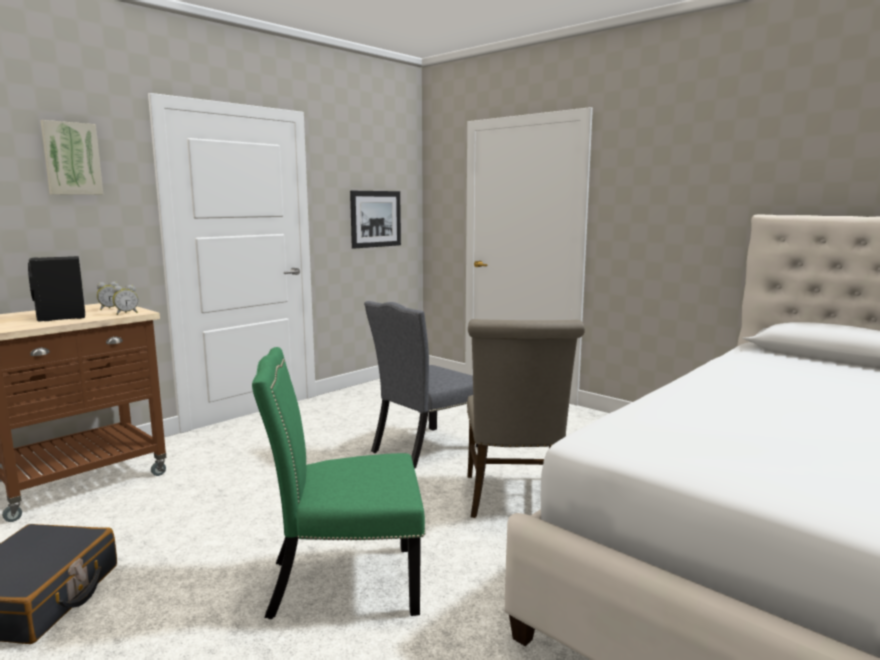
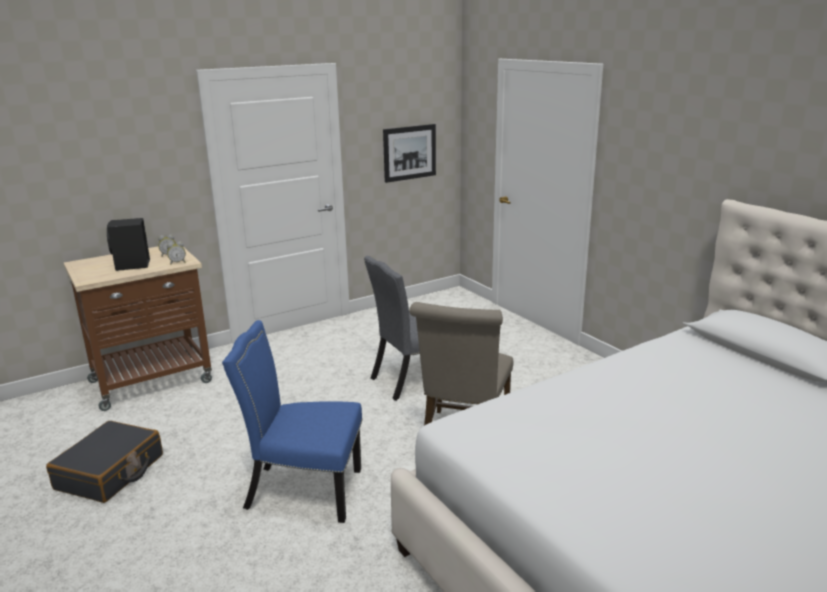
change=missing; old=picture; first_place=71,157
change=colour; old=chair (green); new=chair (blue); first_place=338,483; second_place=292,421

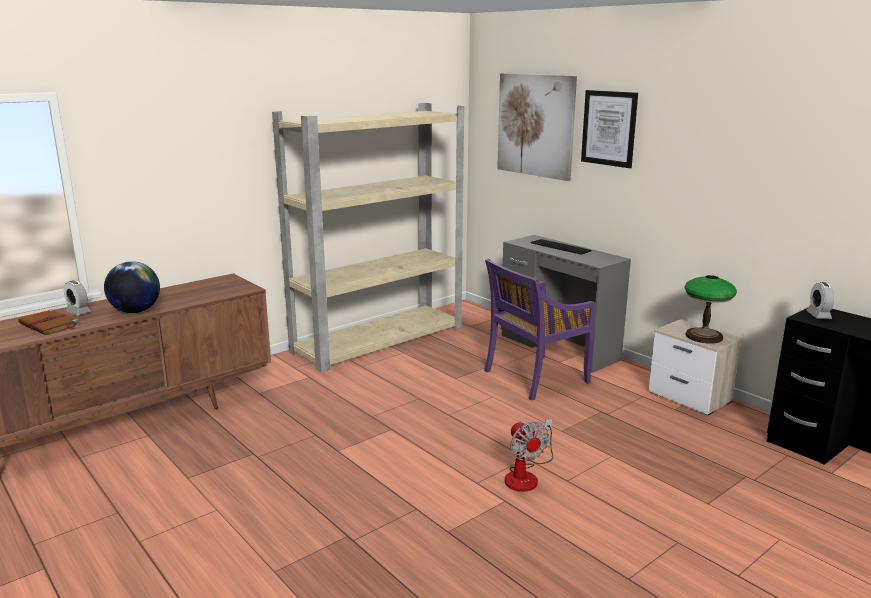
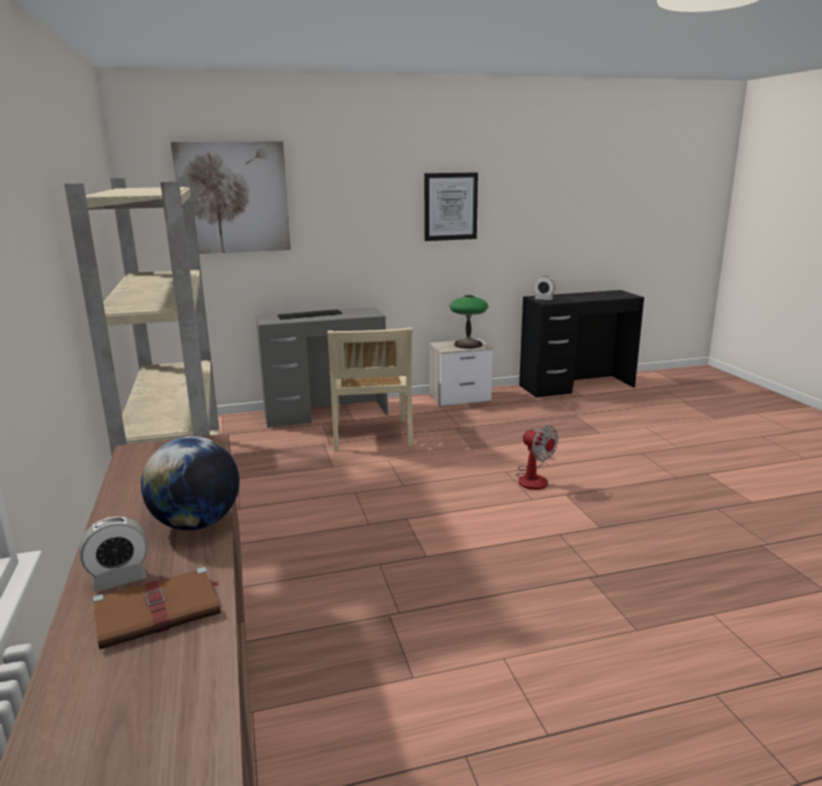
change=colour; old=chair (purple); new=chair (beige); first_place=540,329; second_place=370,389
change=spun; old=fan; first_place=529,455; second_place=537,457; degrees=45
change=relocated; old=picture; first_place=609,129; second_place=451,206

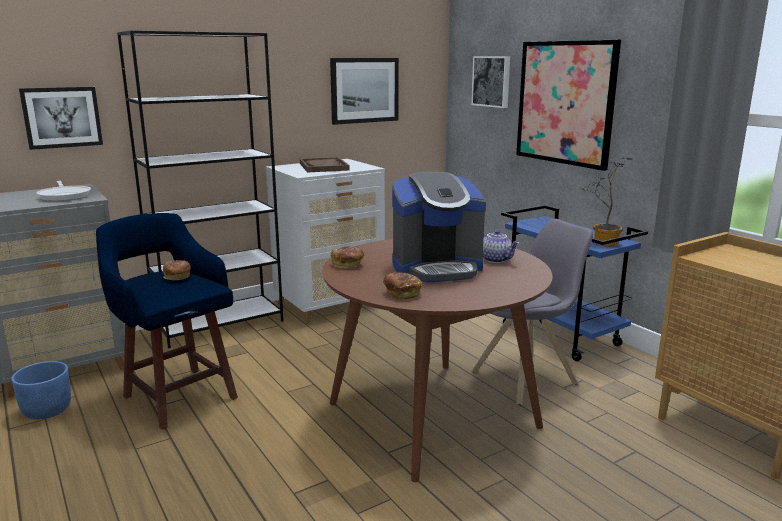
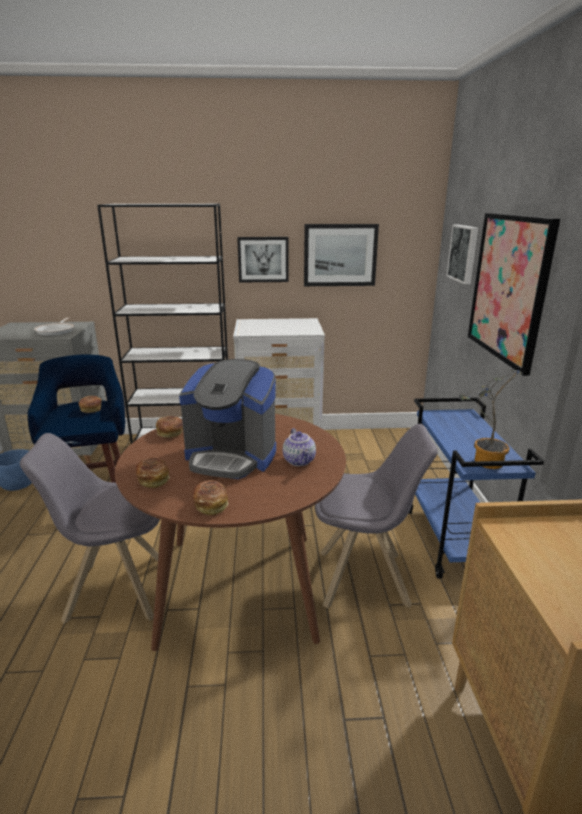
change=relocated; old=picture; first_place=61,118; second_place=263,259
change=missing; old=tray (brown); first_place=324,164
change=appeared; new=chair (grey); second_place=90,528
change=appeared; new=bread; second_place=210,497

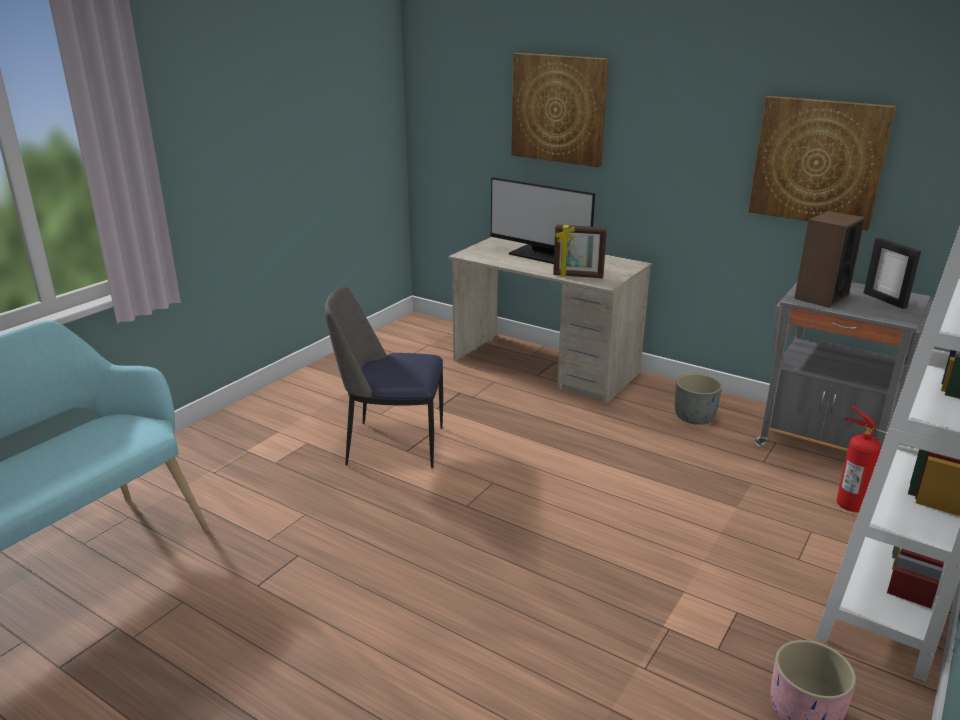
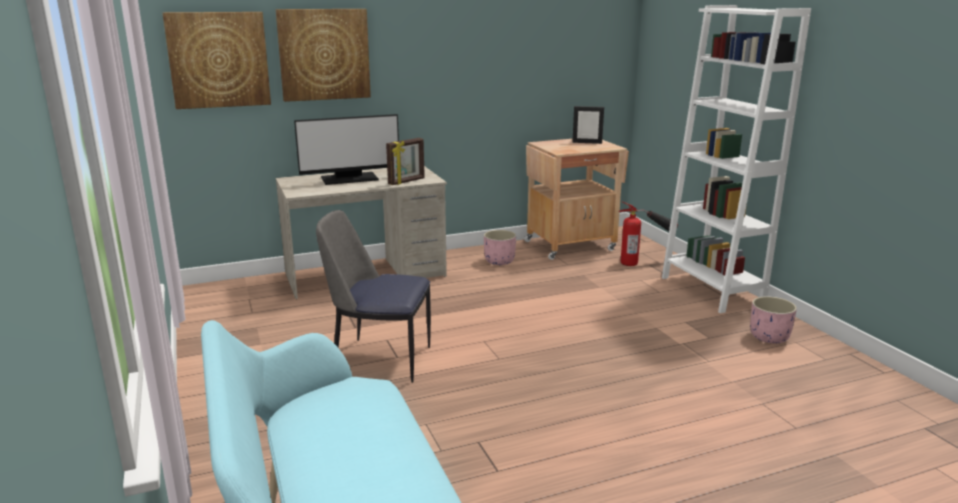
change=spun; old=chair; first_place=384,377; second_place=373,296; degrees=60
change=colour; old=planter (grey); new=planter (pink); first_place=698,399; second_place=500,247
change=relocated; old=picture; first_place=822,163; second_place=217,60
change=colour; old=cart (grey); new=cart (brown); first_place=844,366; second_place=576,199
change=missing; old=speaker; first_place=829,259

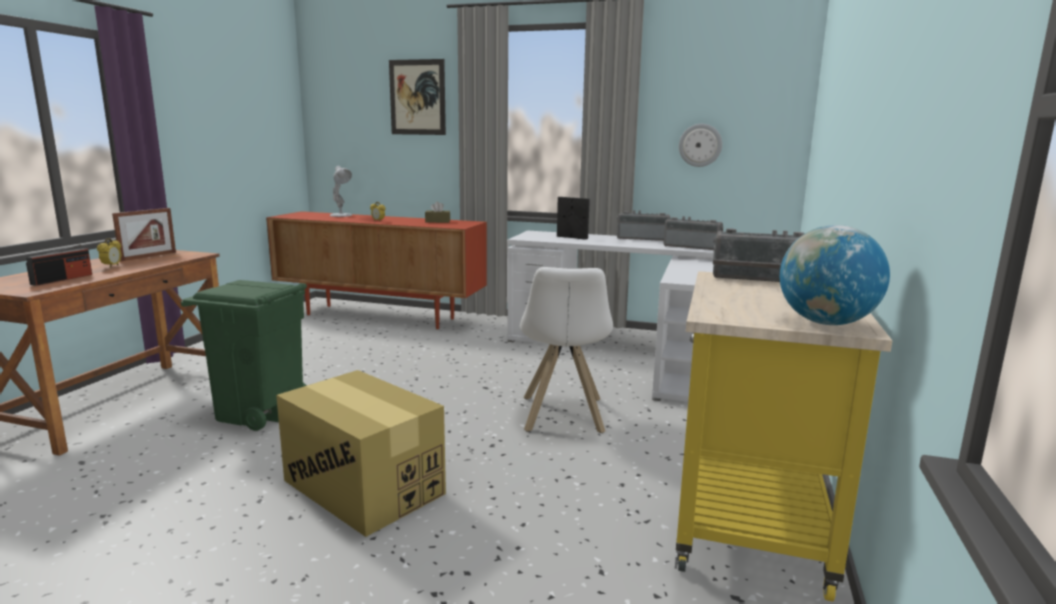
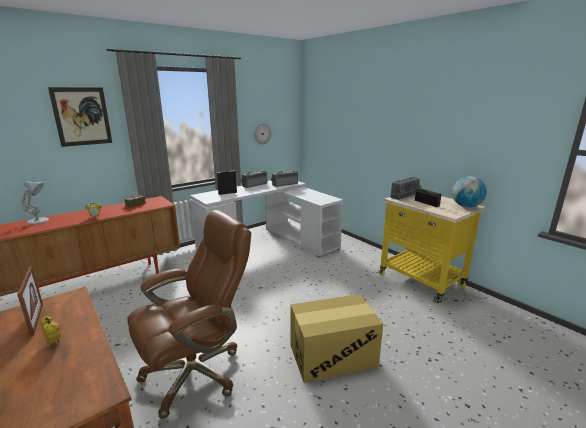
change=relocated; old=radio; first_place=59,265; second_place=428,197
change=exchanged; old=trash can (green); new=office chair (brown); first_place=244,355; second_place=189,314
change=missing; old=chair (white); first_place=566,350

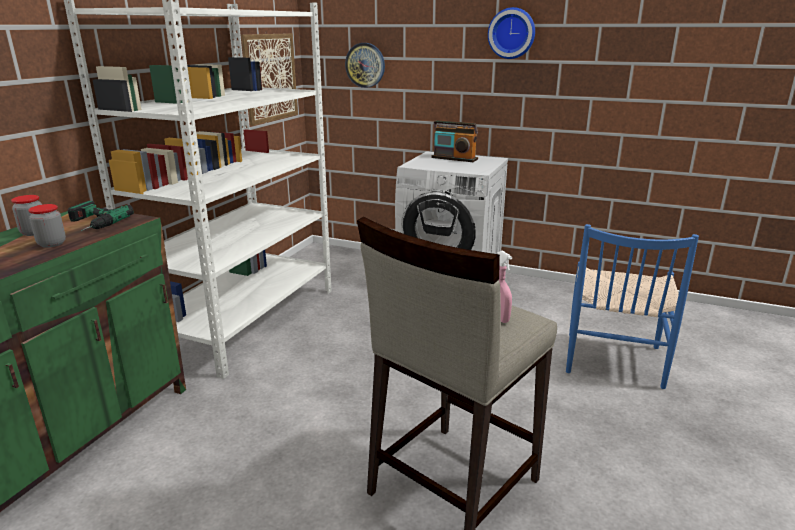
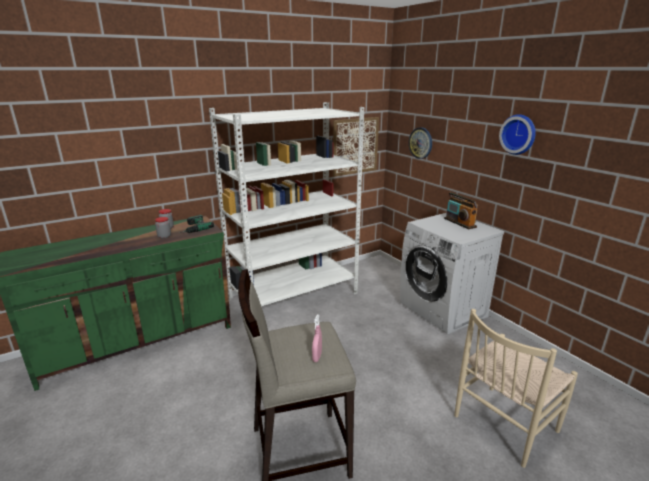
change=colour; old=chair (blue); new=chair (beige); first_place=632,306; second_place=516,388

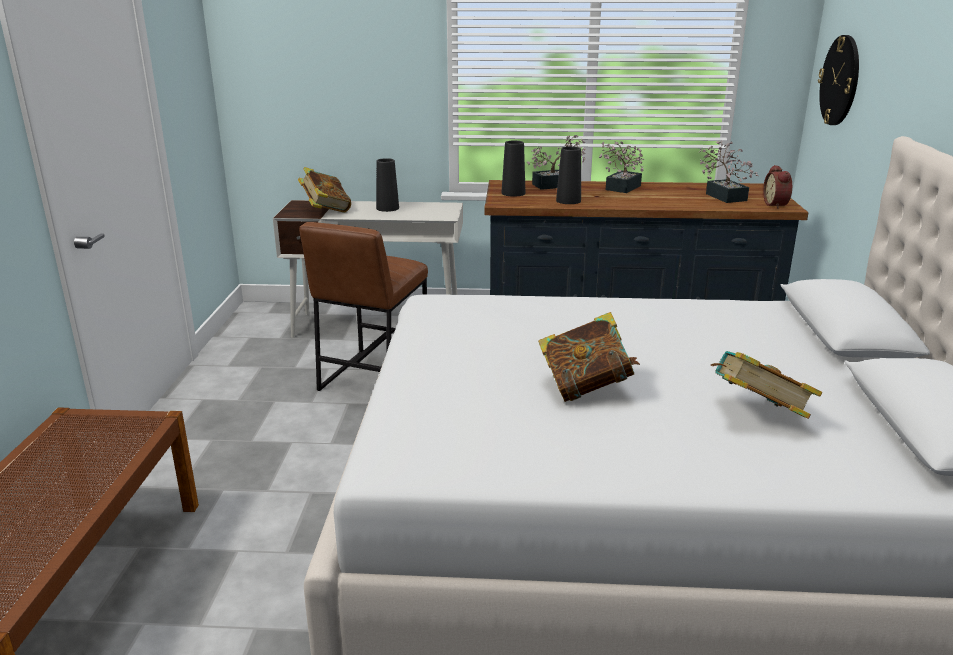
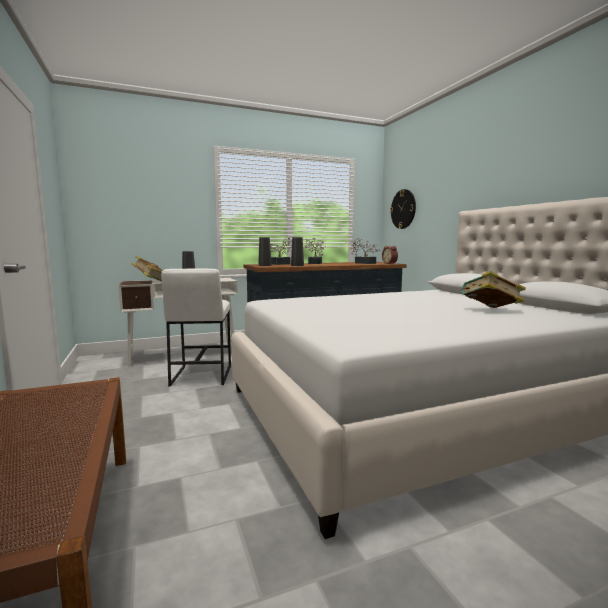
change=colour; old=chair (brown); new=chair (white); first_place=363,306; second_place=196,328
change=missing; old=book; first_place=589,357

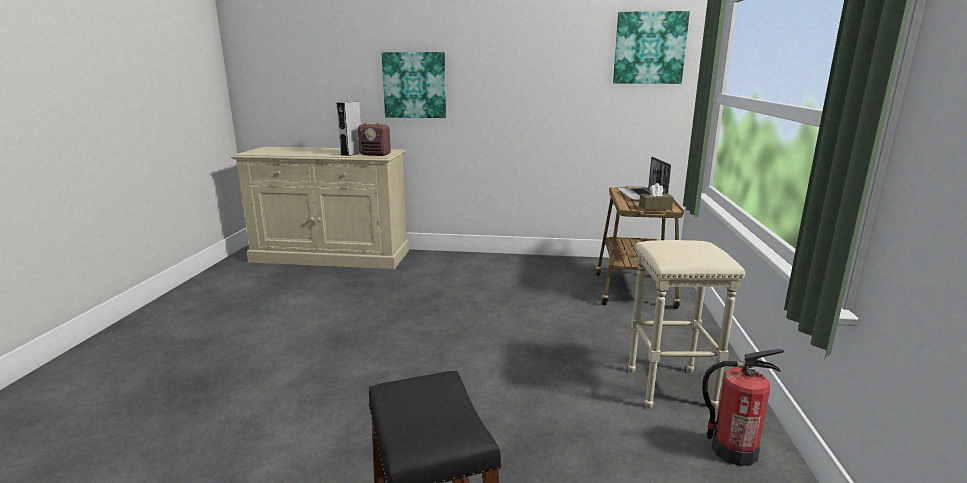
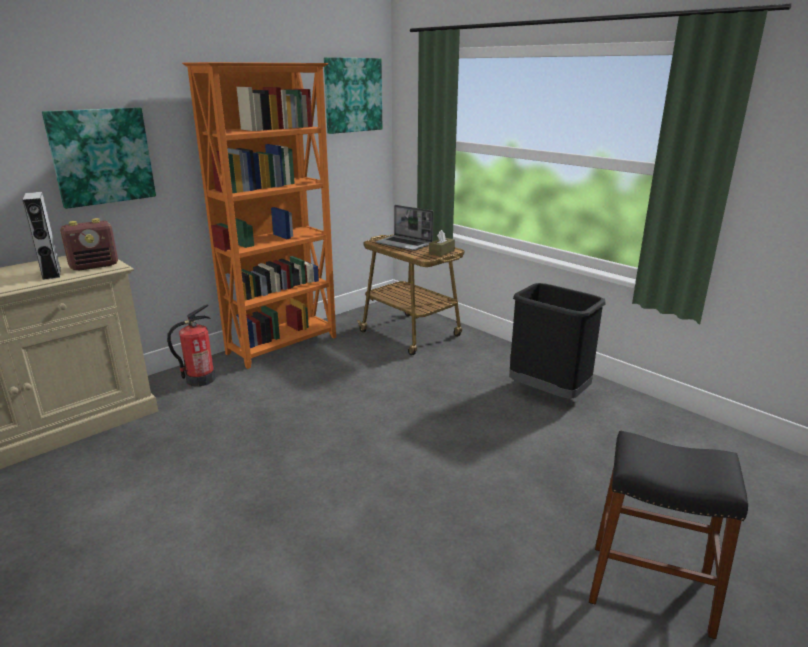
change=exchanged; old=stool (beige); new=trash can (black); first_place=686,324; second_place=557,341
change=relocated; old=fire extinguisher; first_place=743,407; second_place=191,346
change=appeared; new=bookcase (orange); second_place=259,215

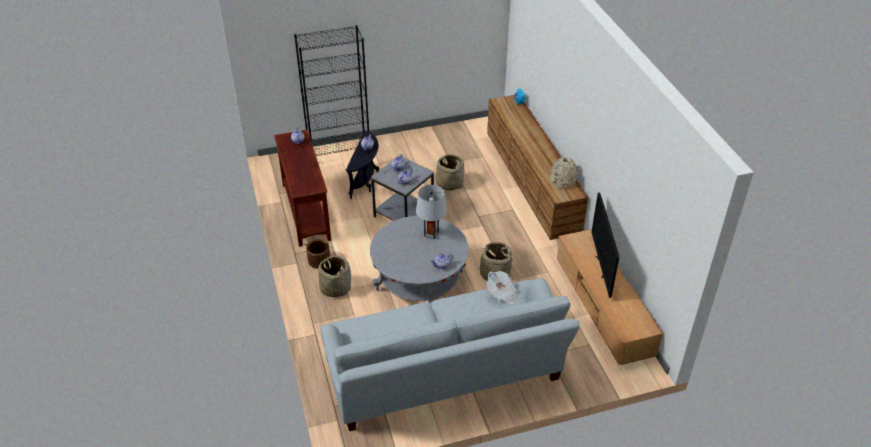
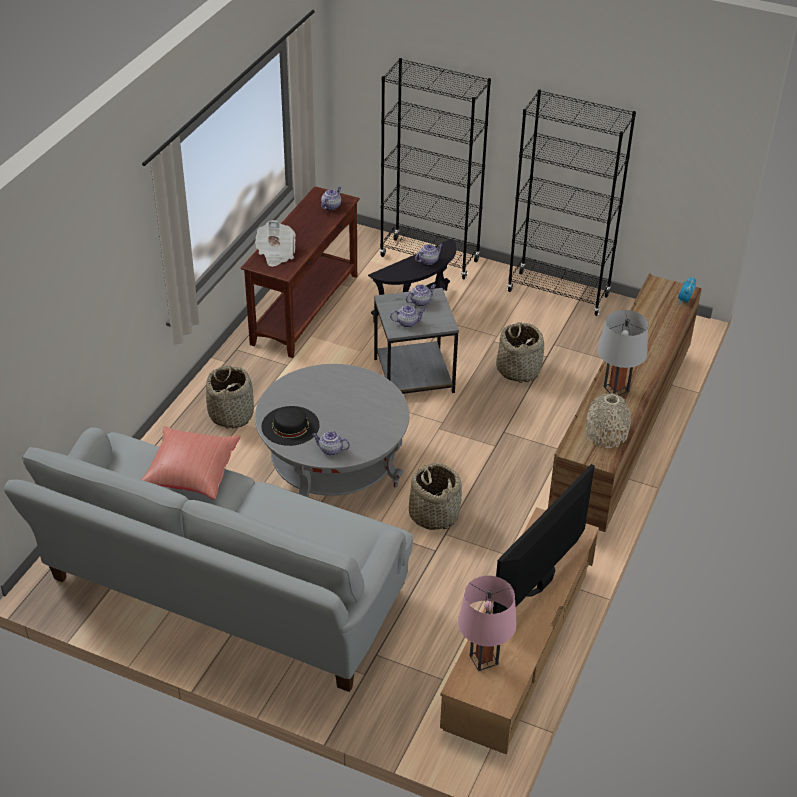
change=missing; old=planter (brown); first_place=318,254
change=relocated; old=table lamp (grey); first_place=431,212; second_place=623,352
change=relocated; old=newspaper; first_place=502,287; second_place=275,243
change=appeared; new=pillow (red); second_place=191,463
change=appeared; new=hat (black); second_place=290,426
change=appeared; new=table lamp (pink); second_place=487,623
change=appeared; new=bookcase (black); second_place=571,202

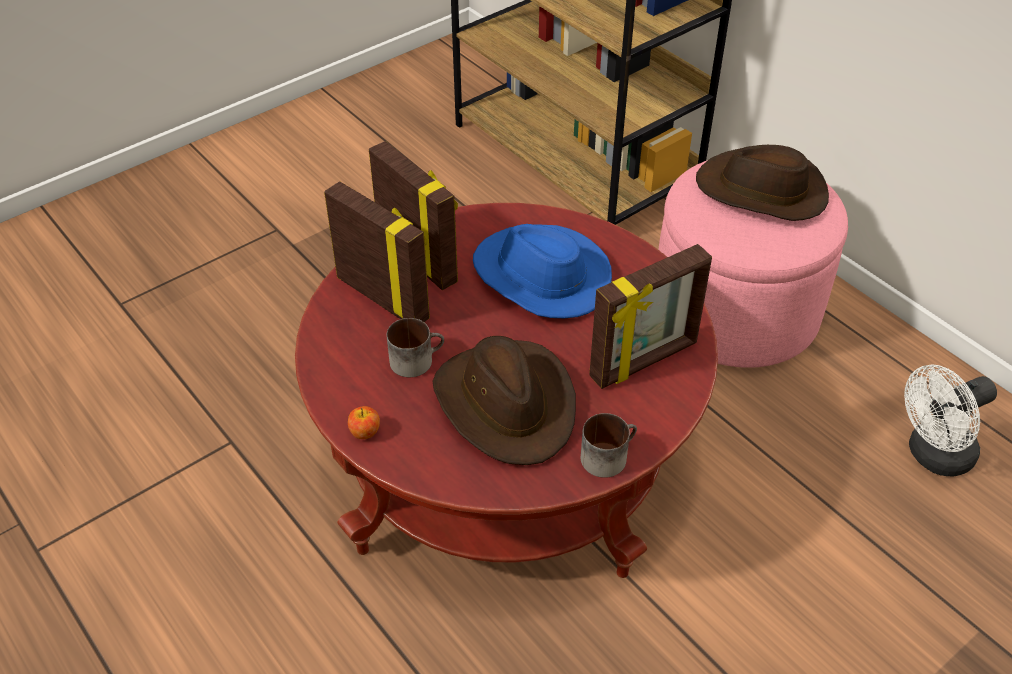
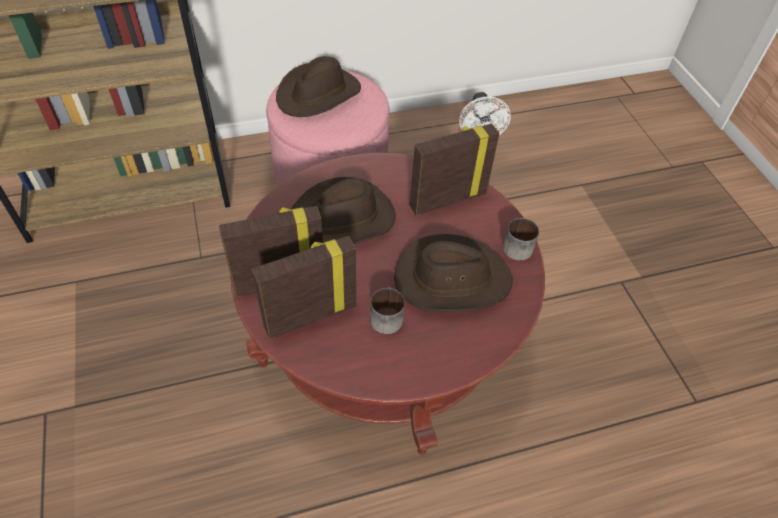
change=missing; old=apple; first_place=364,422
change=colour; old=hat (blue); new=hat (brown); first_place=542,271; second_place=343,210
change=spun; old=picture frame; first_place=650,316; second_place=454,169; degrees=-105

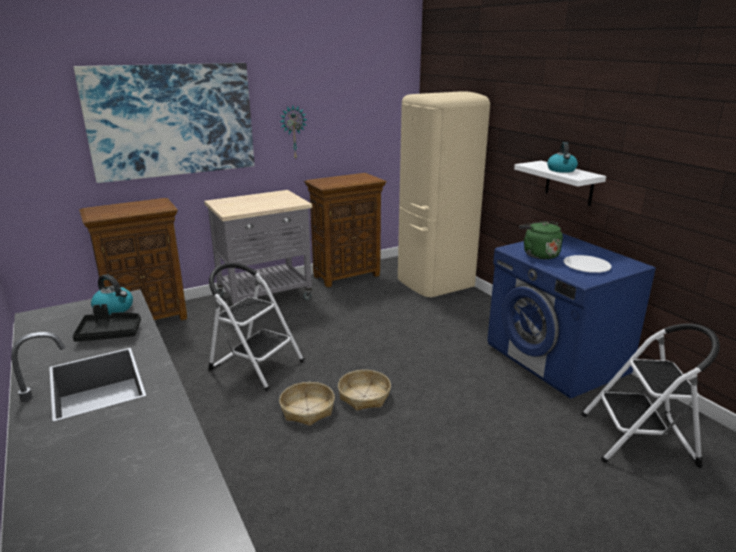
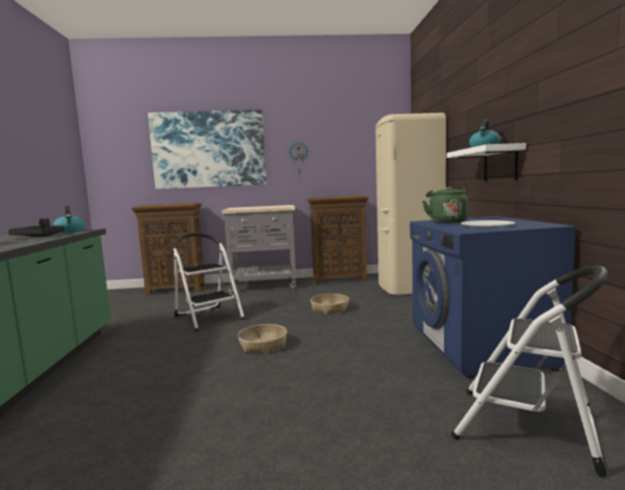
change=relocated; old=basket; first_place=307,404; second_place=330,304

